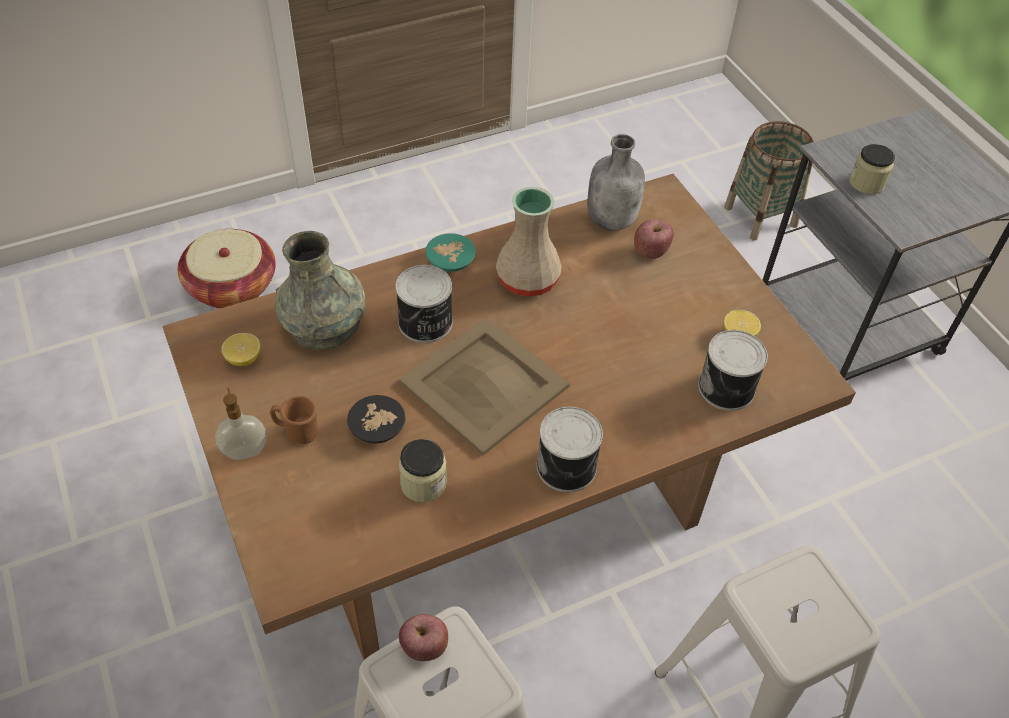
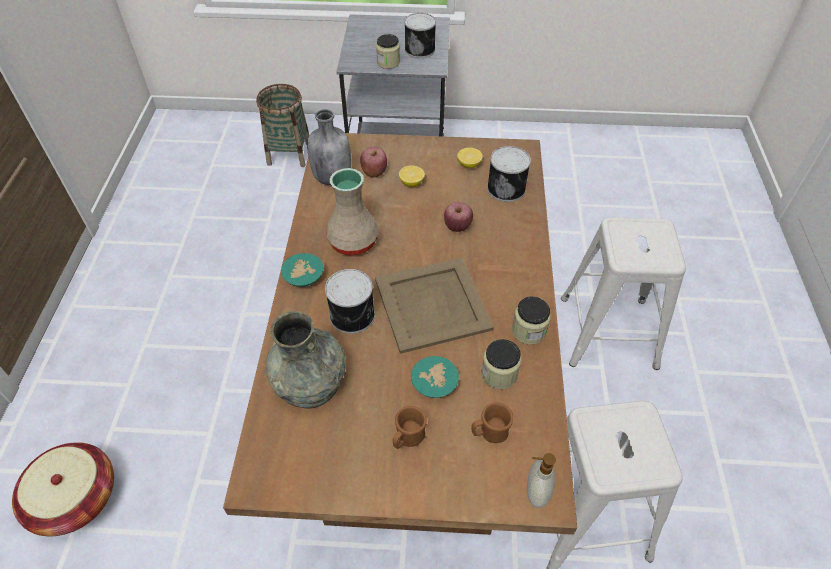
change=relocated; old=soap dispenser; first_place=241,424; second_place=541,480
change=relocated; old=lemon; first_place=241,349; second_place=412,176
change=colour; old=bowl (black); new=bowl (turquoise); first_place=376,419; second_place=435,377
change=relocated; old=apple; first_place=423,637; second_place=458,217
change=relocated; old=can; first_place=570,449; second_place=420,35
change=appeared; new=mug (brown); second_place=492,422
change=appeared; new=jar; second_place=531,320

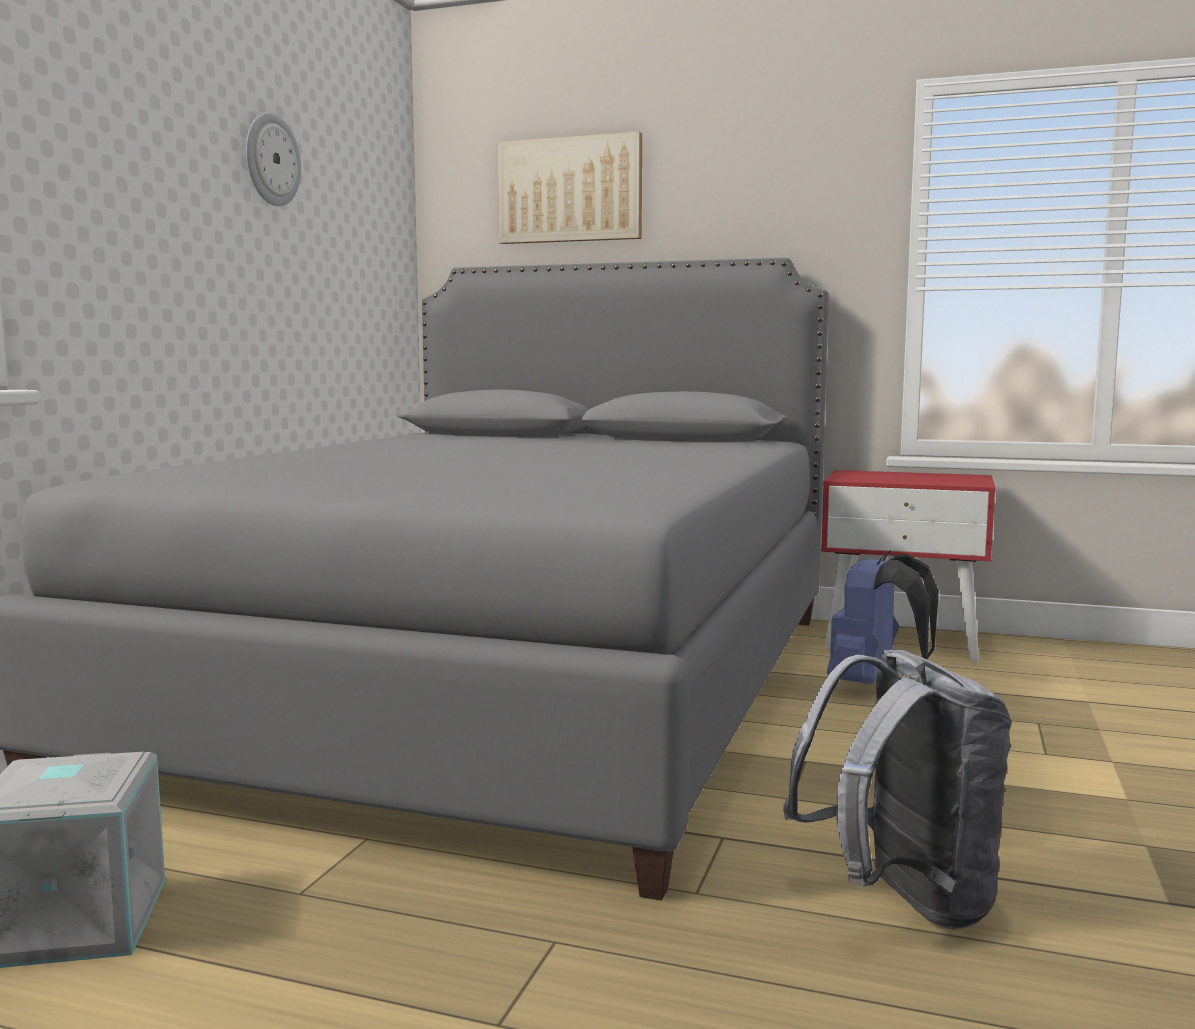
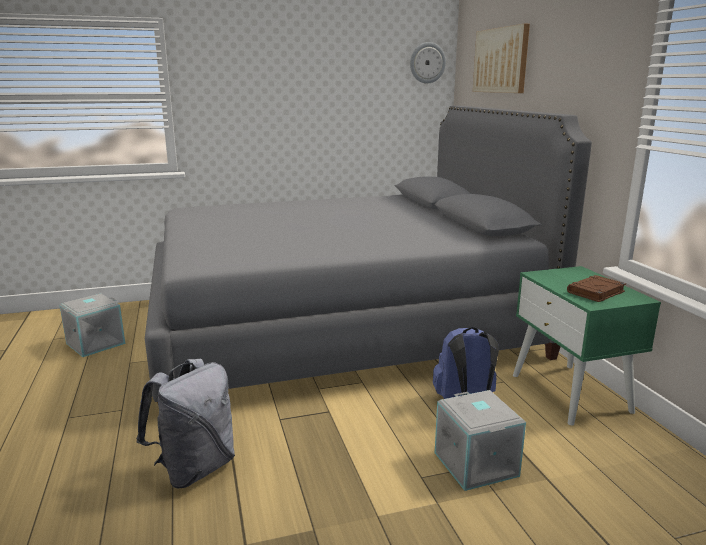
change=relocated; old=wall clock; first_place=273,159; second_place=428,62
change=colour; old=nightstand (red); new=nightstand (green); first_place=908,566; second_place=587,345
change=appeared; new=storage box (grey); second_place=480,440
change=appeared; new=book (brown); second_place=596,288

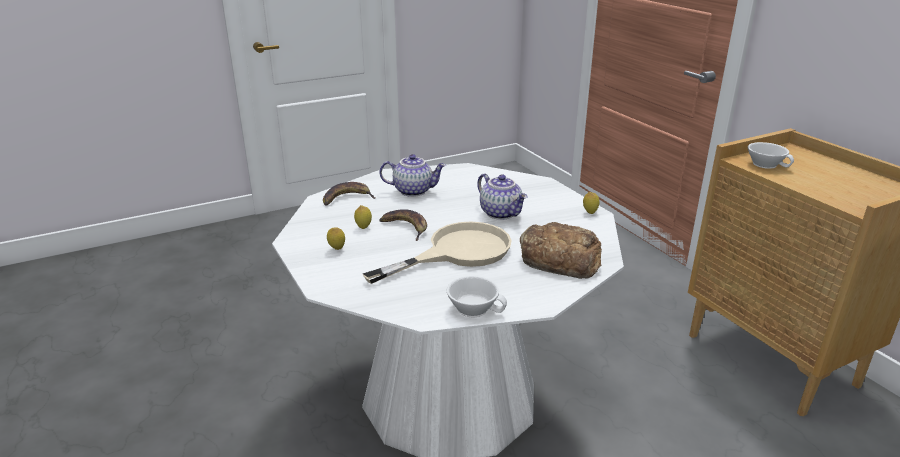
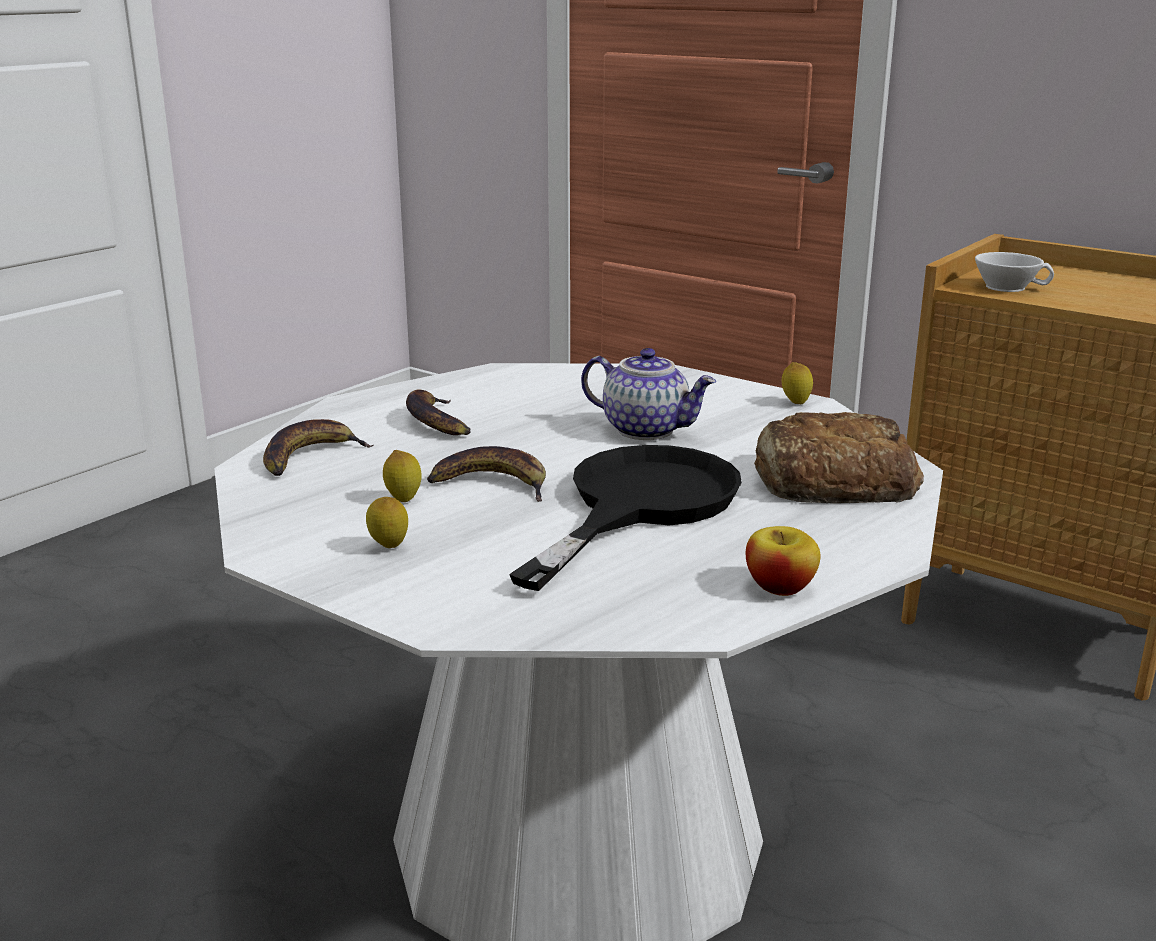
change=colour; old=frying pan (beige); new=frying pan (black); first_place=437,253; second_place=625,518
change=exchanged; old=teapot; new=banana; first_place=412,175; second_place=438,412
change=exchanged; old=cup (white); new=apple; first_place=477,296; second_place=783,561

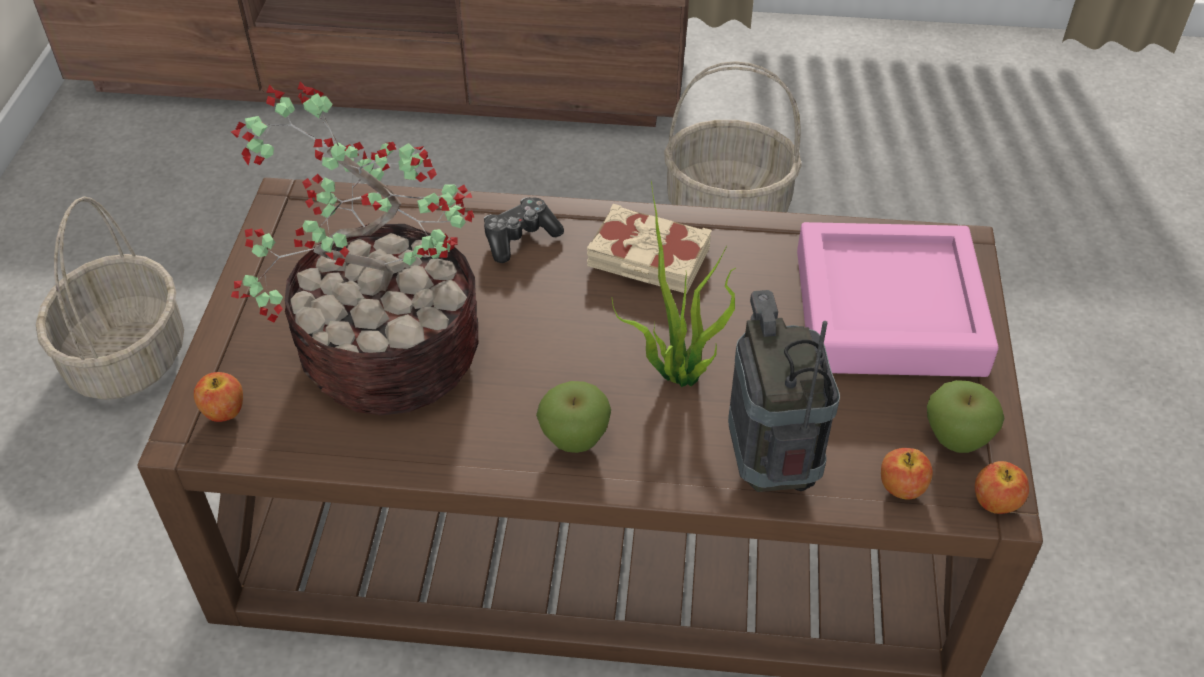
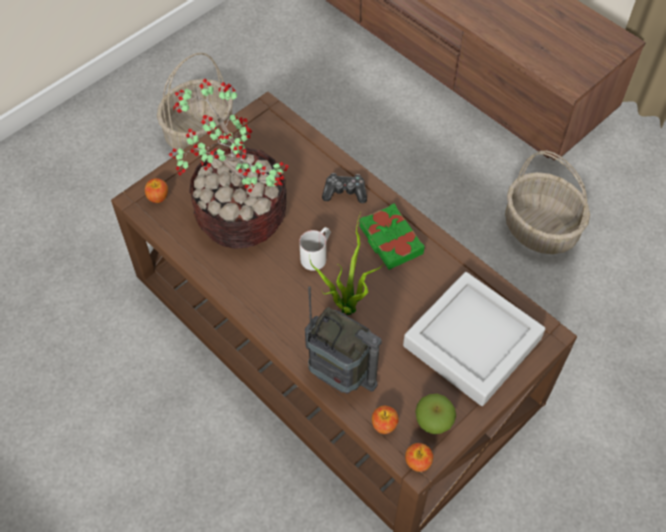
change=missing; old=apple; first_place=573,417
change=colour; old=book (beige); new=book (green); first_place=649,249; second_place=392,236
change=spun; old=radio; first_place=784,391; second_place=343,340; degrees=90
change=colour; old=tray (pink); new=tray (grey); first_place=898,299; second_place=474,339
change=appeared; new=mug (white); second_place=315,249

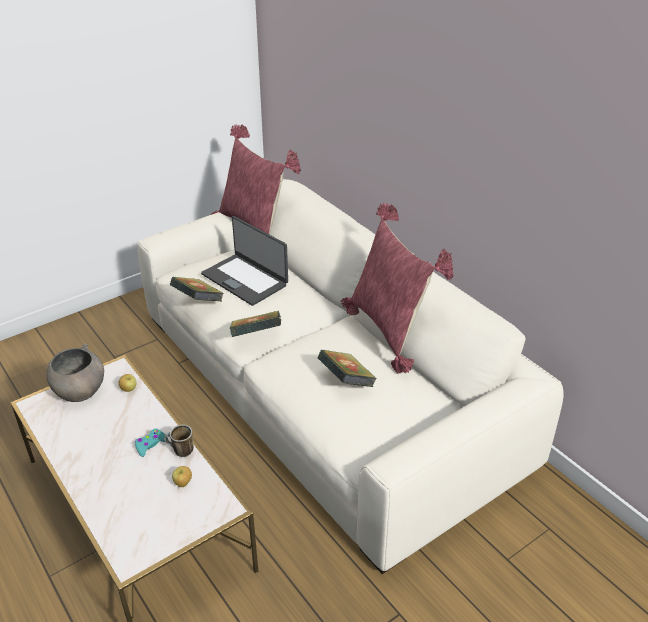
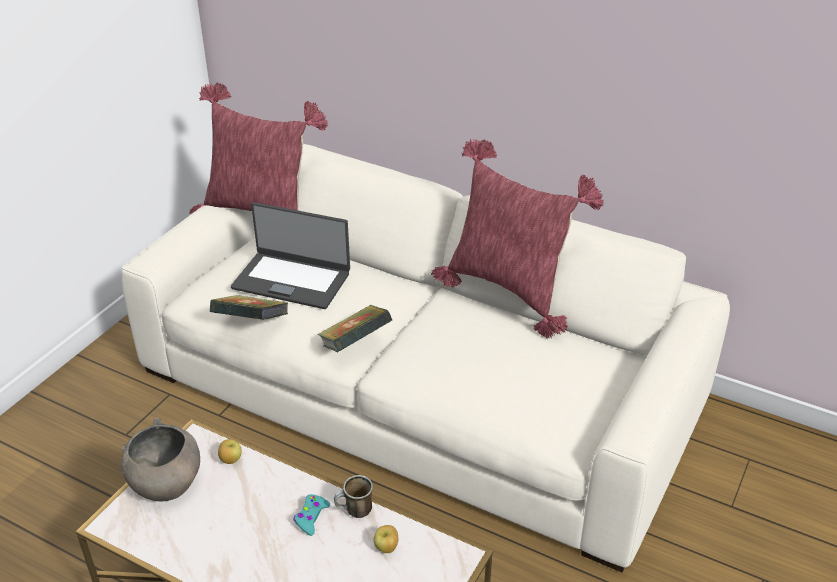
change=missing; old=book; first_place=347,368

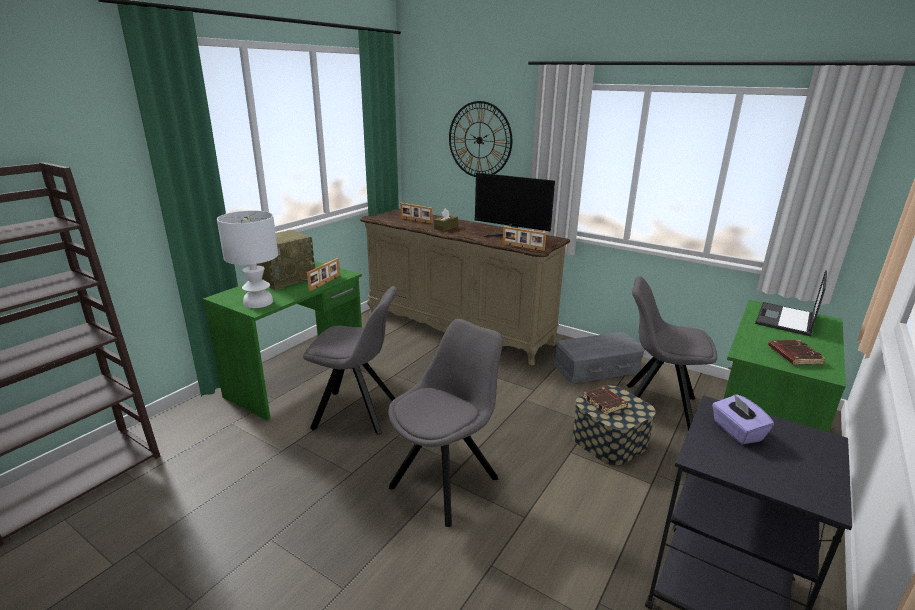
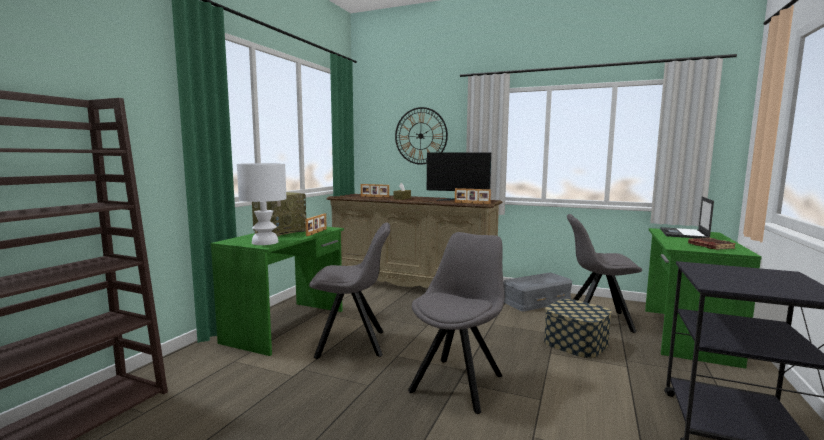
change=missing; old=book (brown); first_place=605,400
change=missing; old=tissue box (purple); first_place=743,419

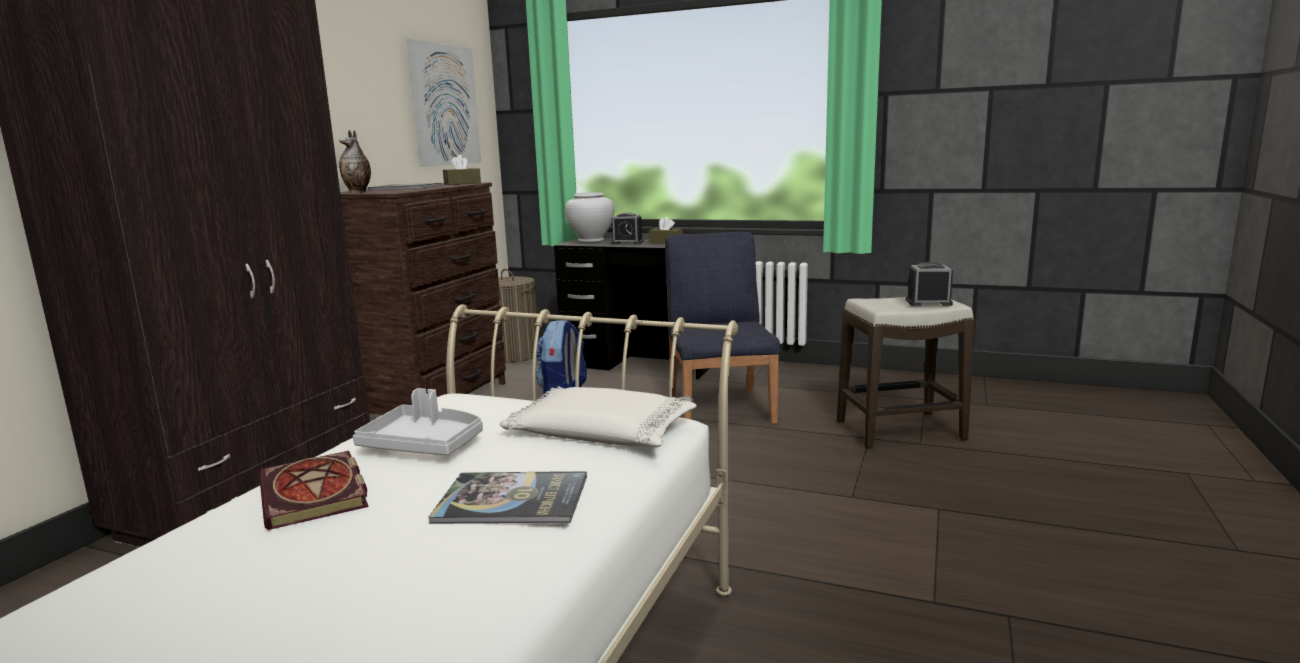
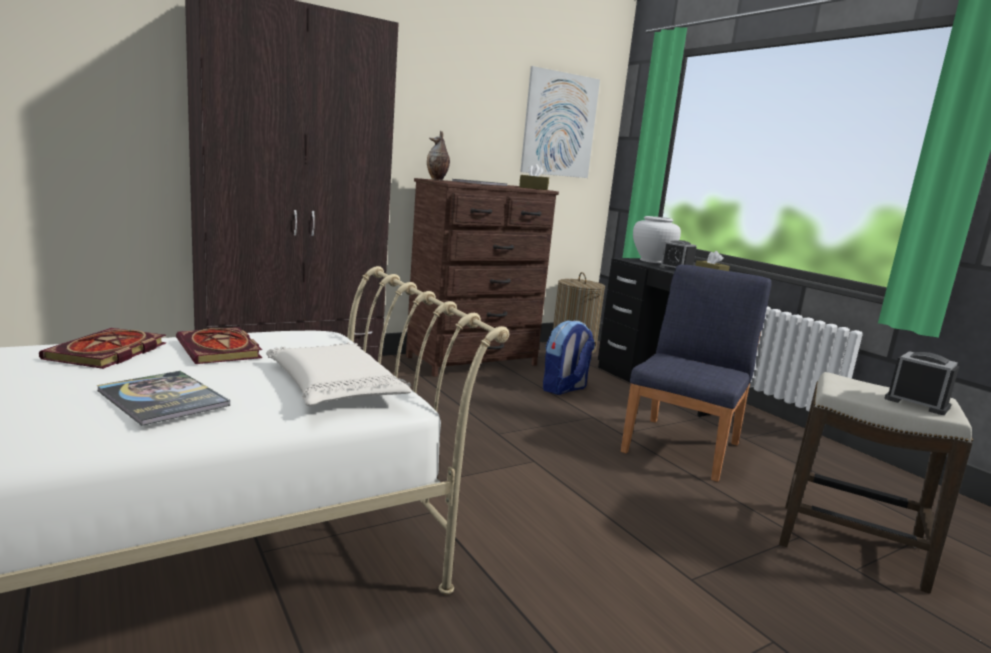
change=exchanged; old=tray (grey); new=book; first_place=418,421; second_place=219,345

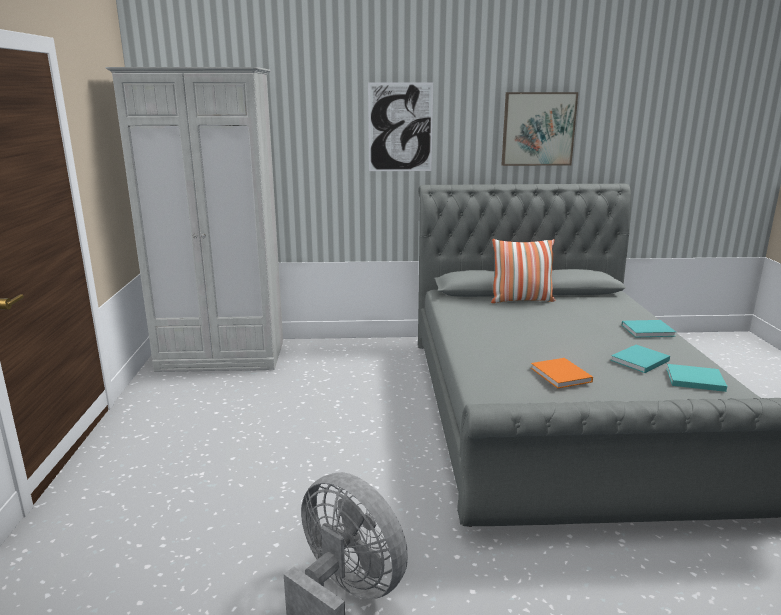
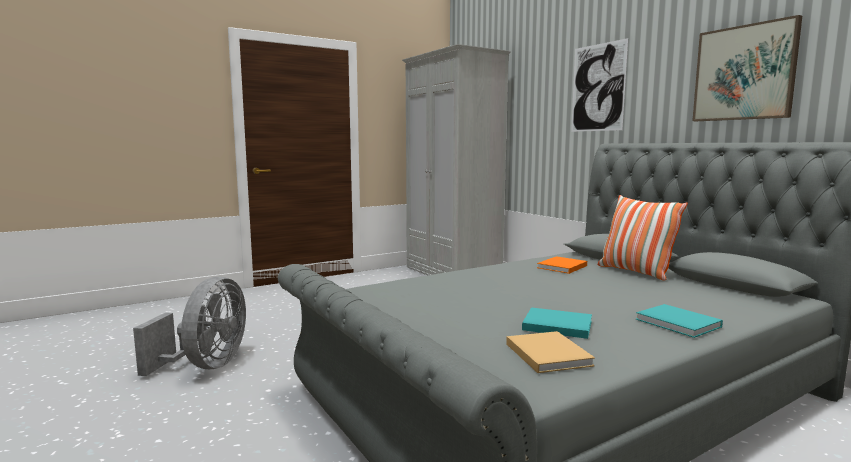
change=relocated; old=book (orange); first_place=562,373; second_place=562,265
change=colour; old=book (turquoise); new=book (beige); first_place=696,378; second_place=550,352

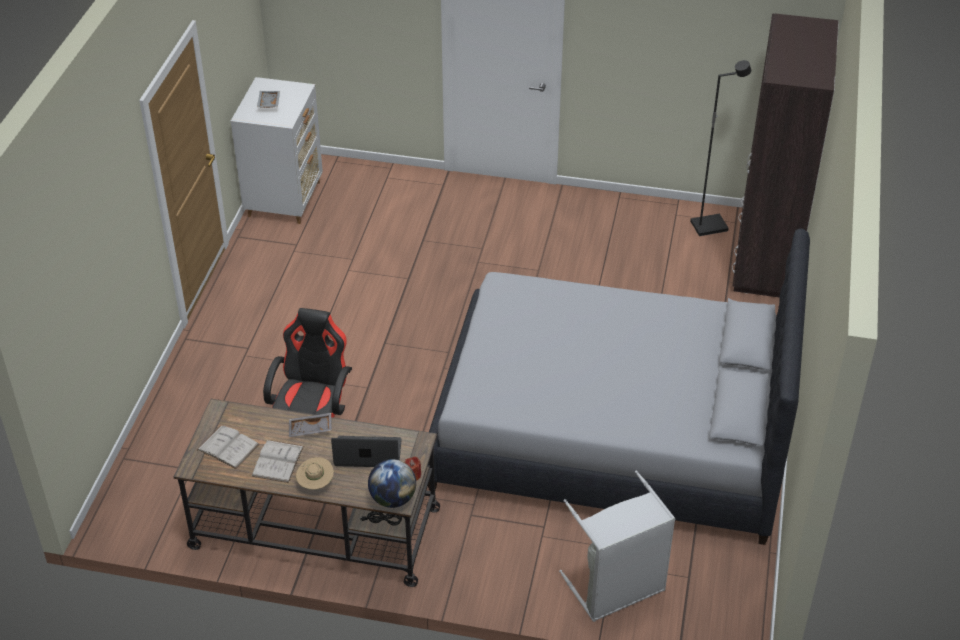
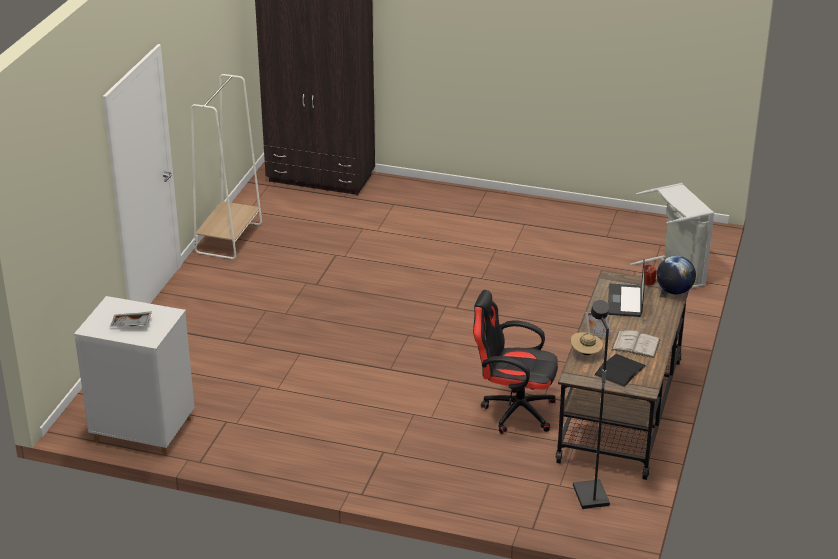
change=colour; old=book (white); new=book (black); first_place=228,447; second_place=620,370
change=relocated; old=hat (beige); first_place=315,473; second_place=587,343
change=missing; old=bed (grey); first_place=619,386
change=relocated; old=floor lamp (black); first_place=720,148; second_place=591,404
change=appeared; new=clothes rack; second_place=226,166

